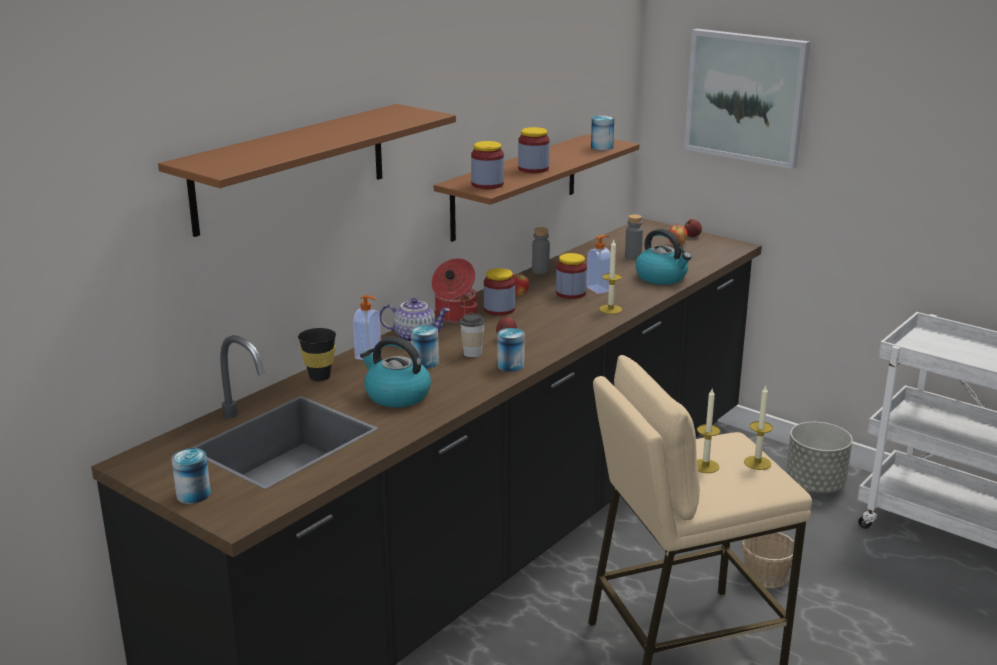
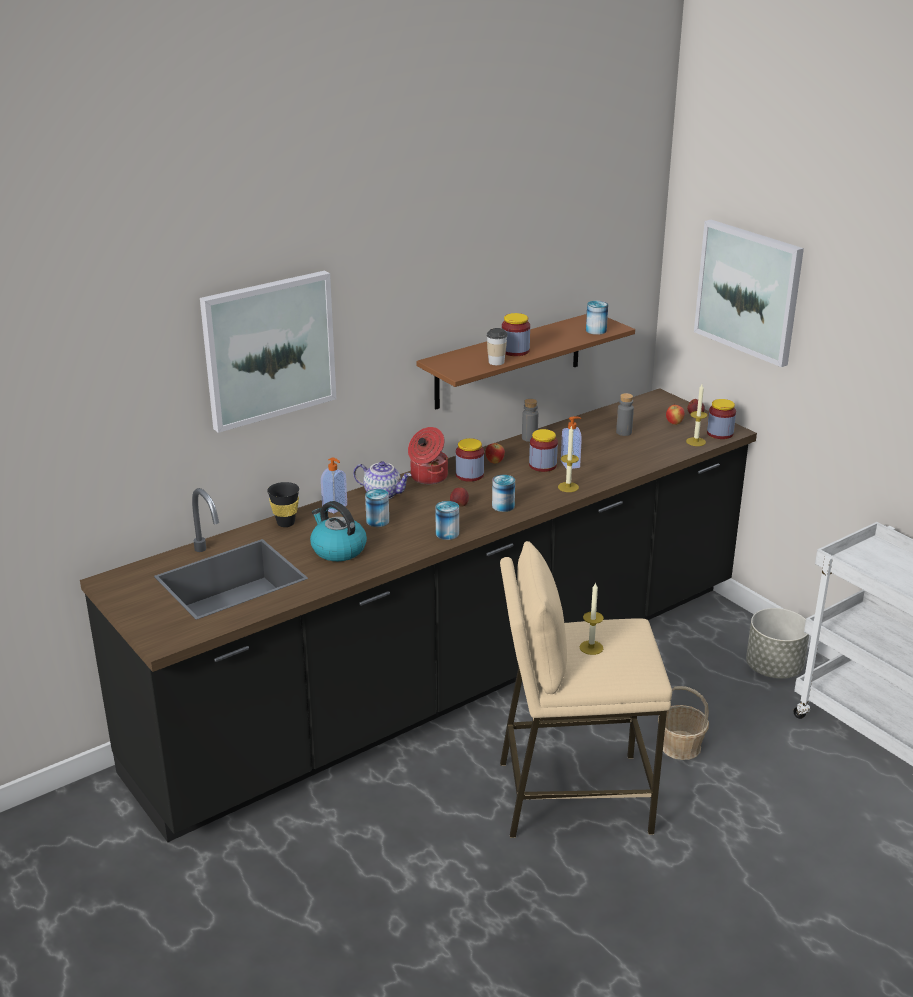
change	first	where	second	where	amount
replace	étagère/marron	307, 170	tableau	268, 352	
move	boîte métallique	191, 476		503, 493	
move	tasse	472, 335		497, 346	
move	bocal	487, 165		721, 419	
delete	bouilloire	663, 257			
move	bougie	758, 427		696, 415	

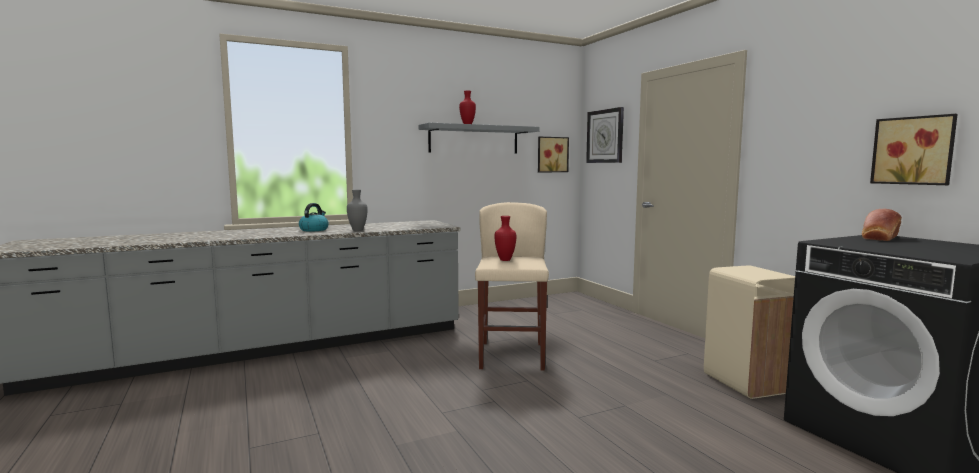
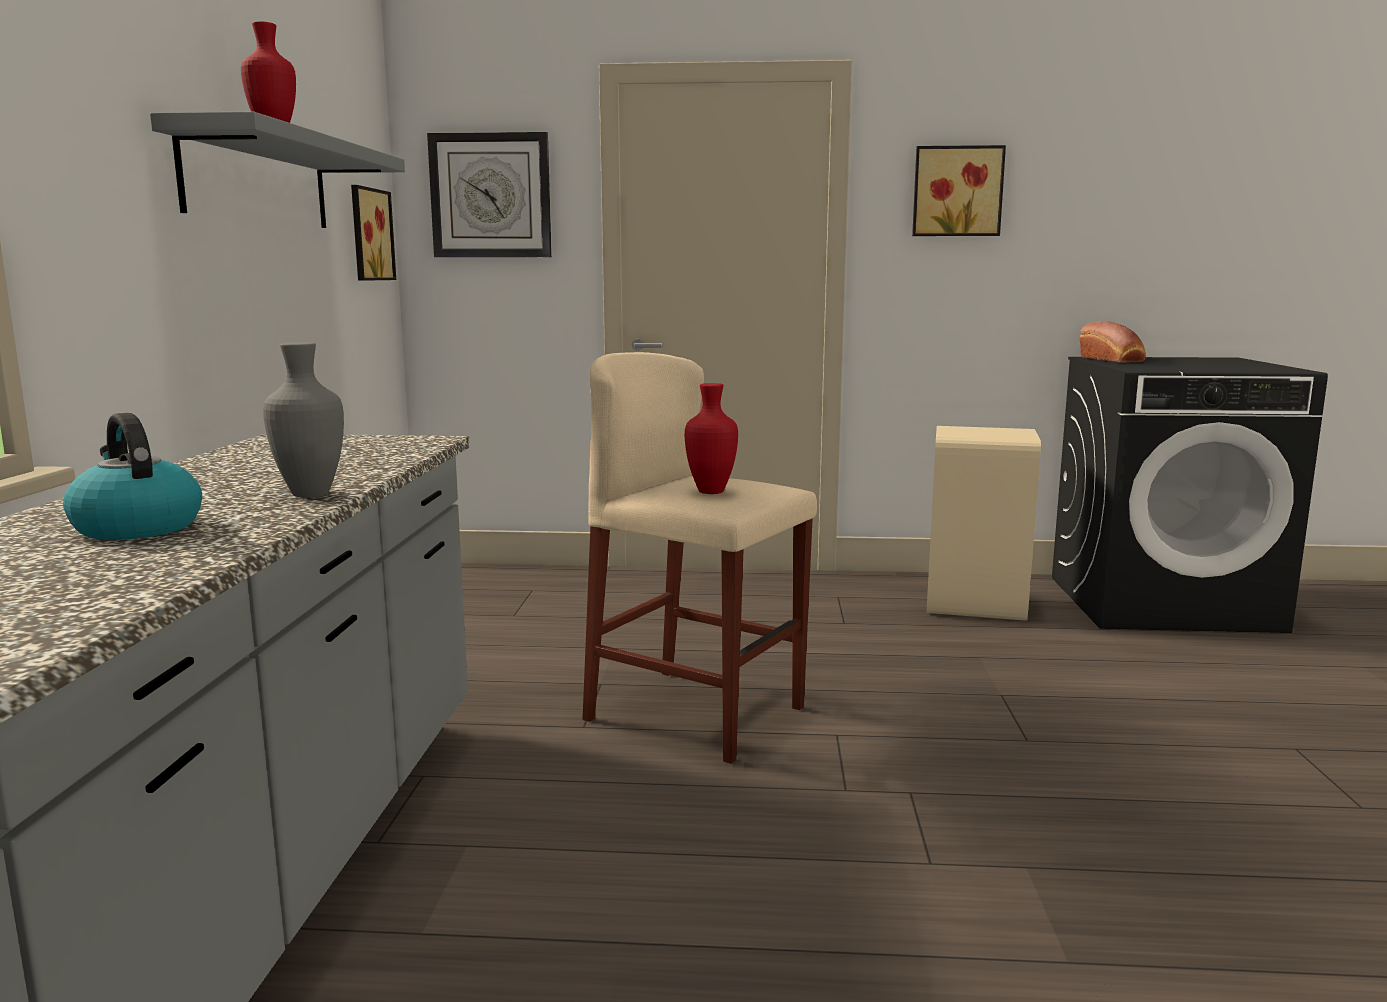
change	first	where	second	where	amount
move	tableau	914, 149		959, 190	

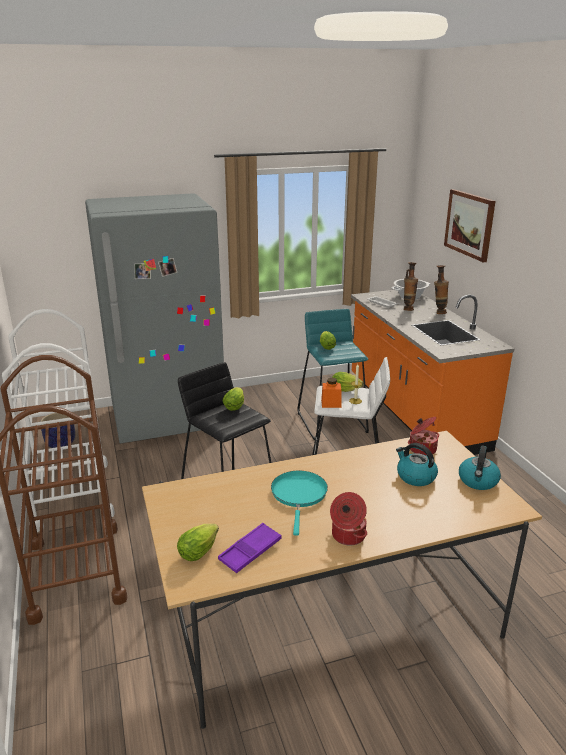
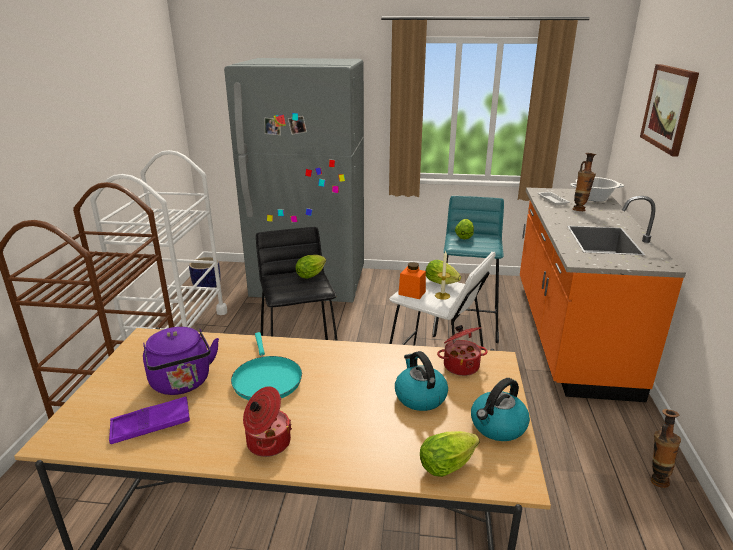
change	first	where	second	where	amount
move	laitue	198, 542		450, 454	
rotate	poêle/turquoise	299, 503		266, 366	135 degrees clockwise
move	vase	441, 289		666, 448	
insert			bouilloire/violet	181, 361	

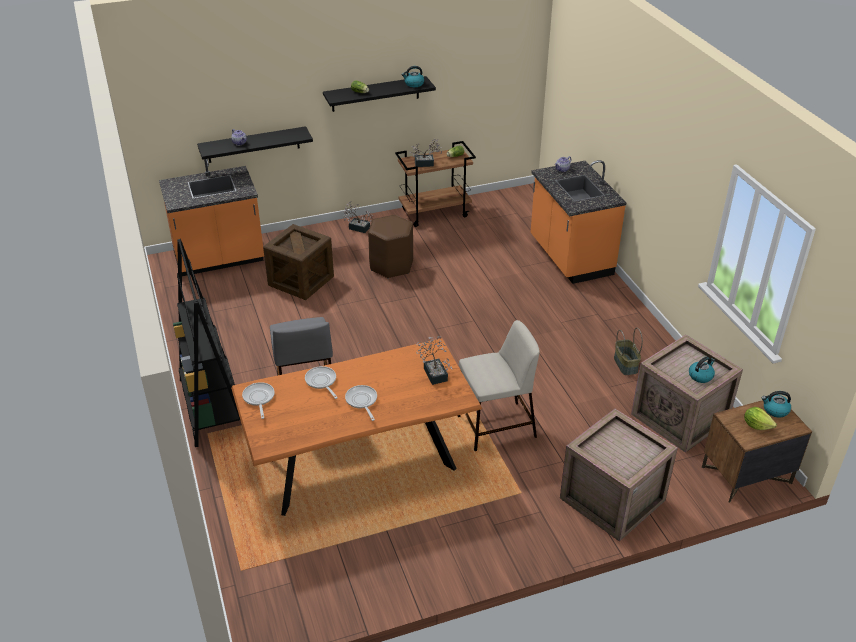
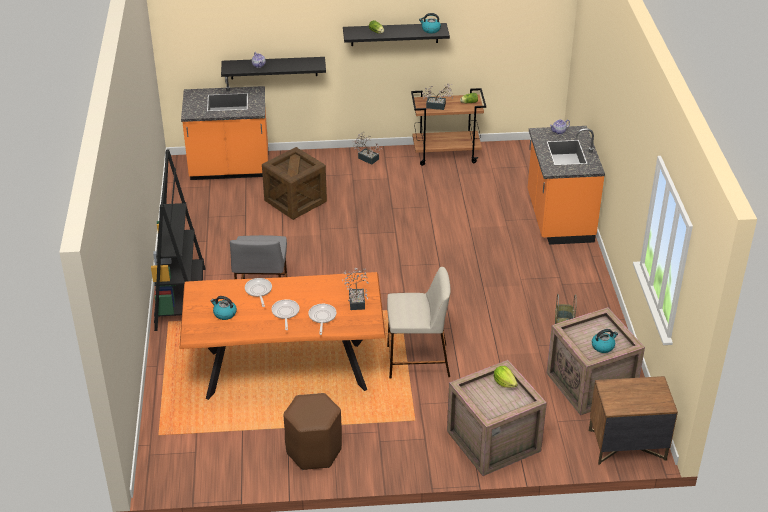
change	first	where	second	where	amount
move	poêle	258, 400		322, 319	
move	tabouret/marron	390, 247		312, 431	
move	laitue	760, 418		506, 377	
move	bouilloire	776, 404		224, 308	

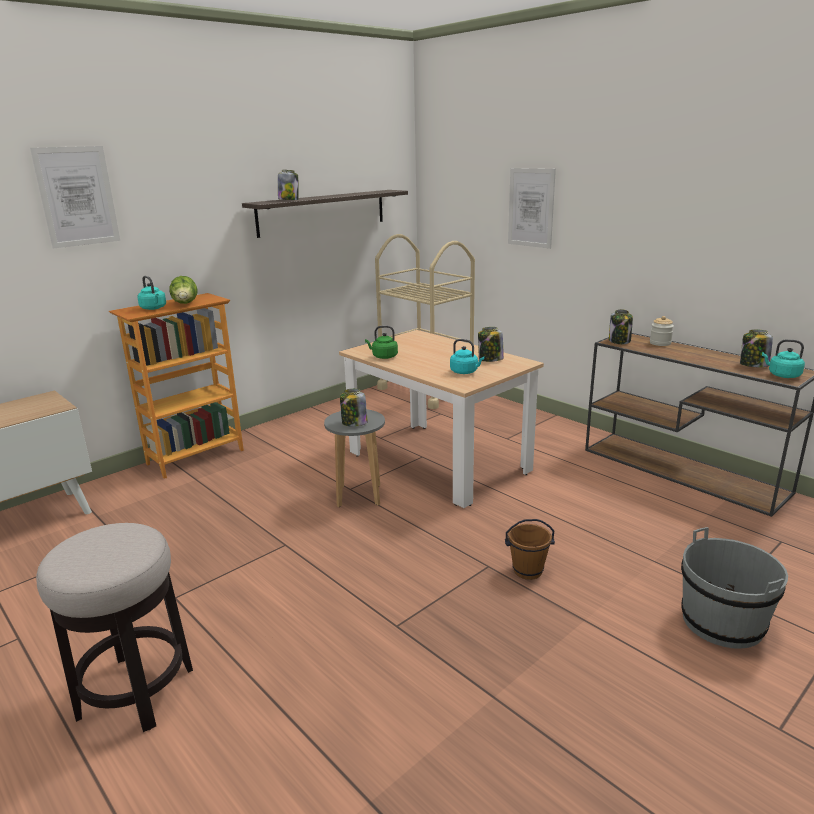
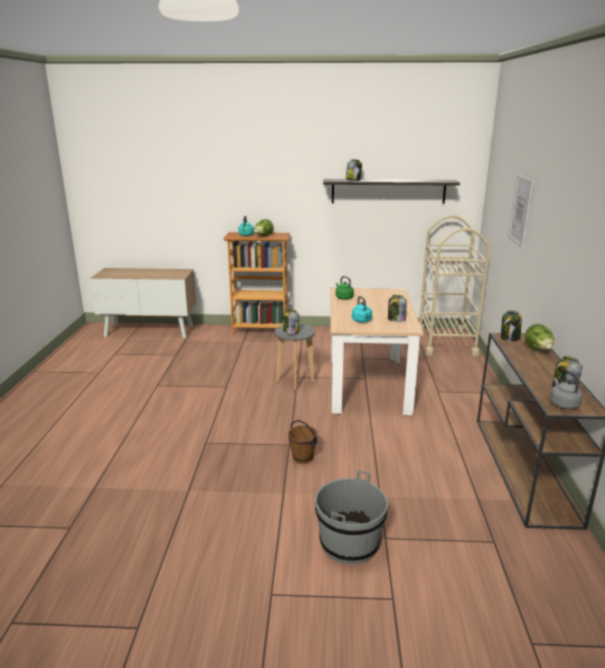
change	first	where	second	where	amount
delete	tableau	75, 197			
delete	tabouret	114, 627			
replace	bocal	662, 331	laitue	539, 337	
recolor	bouilloire/turquoise	783, 358	bouilloire/gris	566, 390	

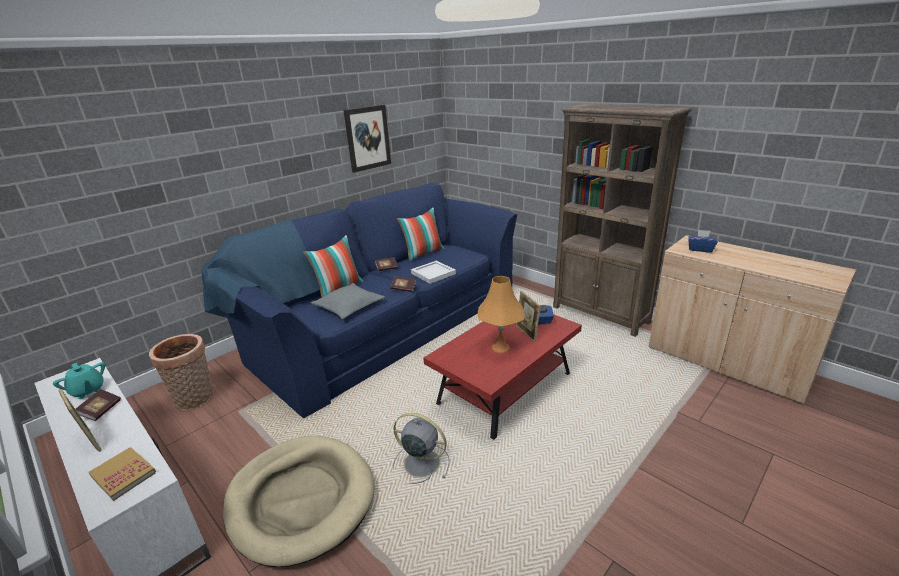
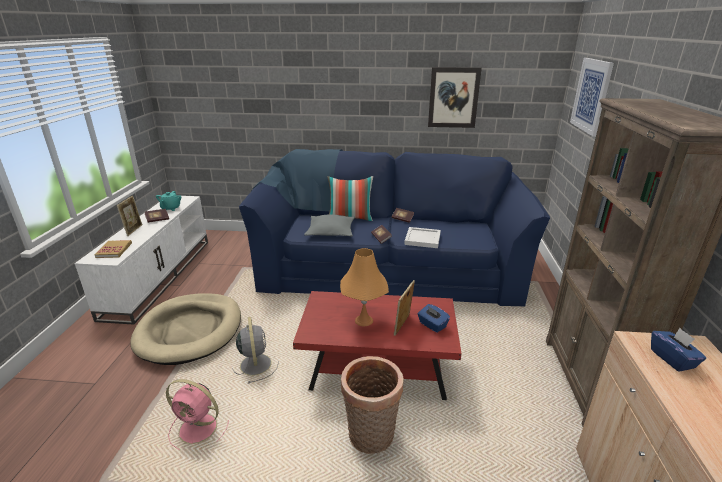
change	first	where	second	where	amount
move	panier	181, 372		372, 405	
delete	coussin	420, 234			
insert			ventilateur/rose	197, 414	
insert			tableau	592, 97	

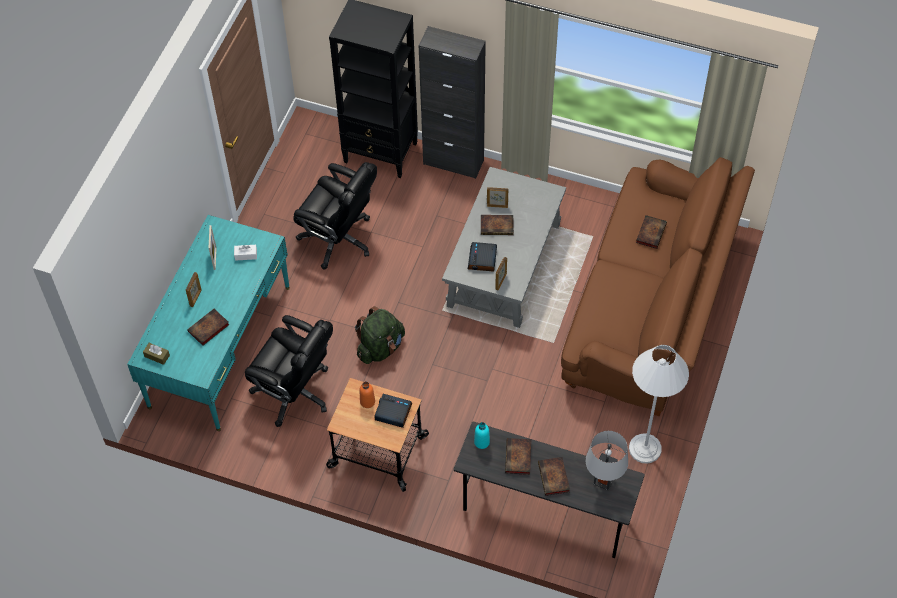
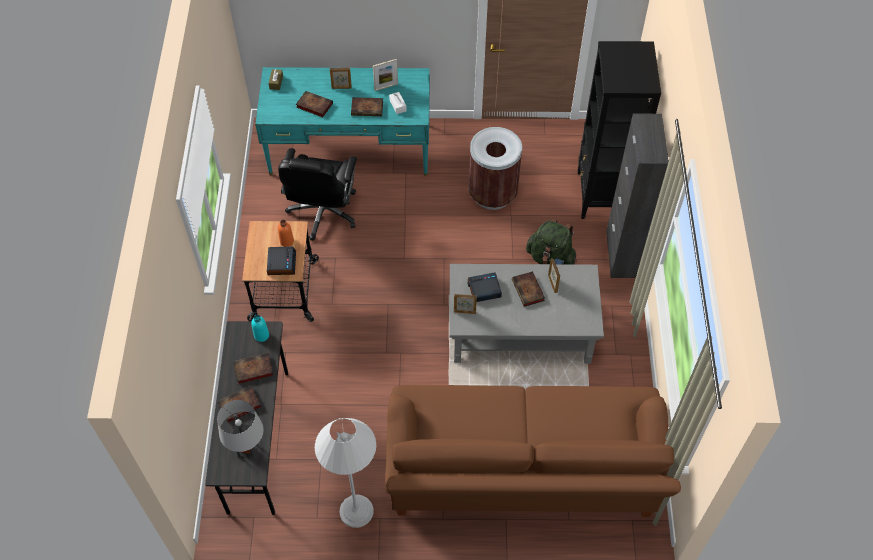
change	first	where	second	where	amount
replace	chaise de bureau/noir	335, 215	poubelle/marron	495, 168	
move	sac à dos/vert	380, 335		551, 242	
move	livre	651, 232		367, 106	

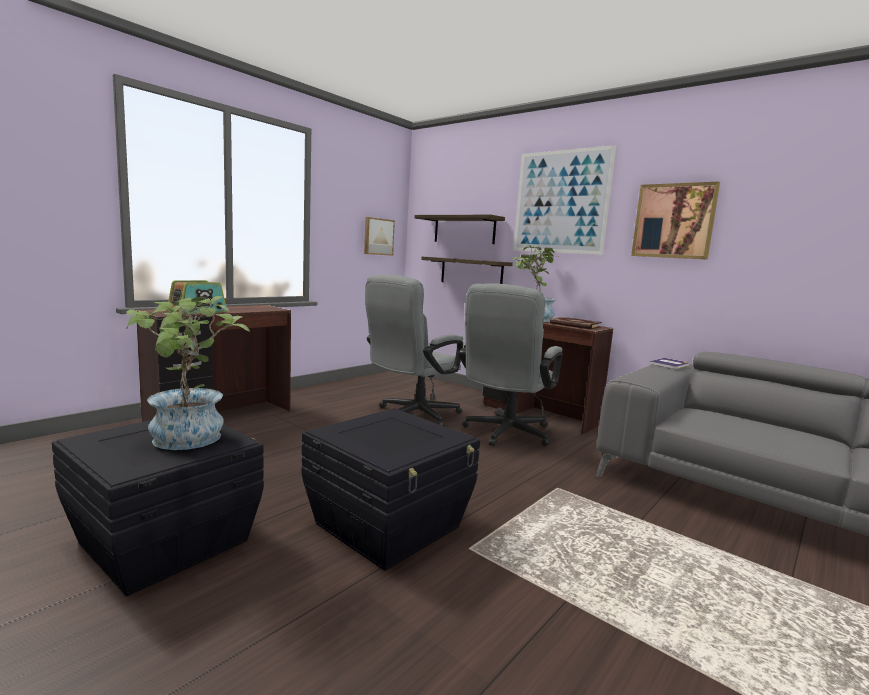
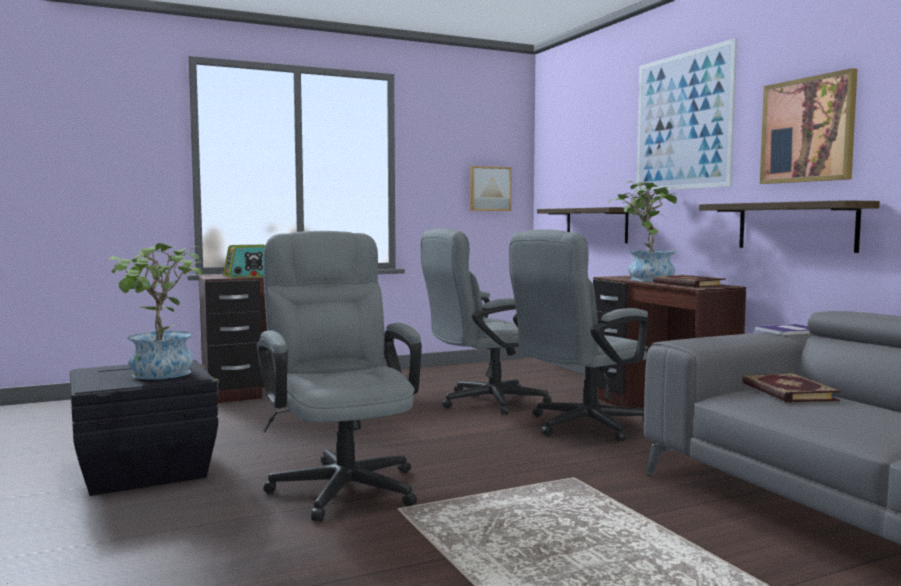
change	first	where	second	where	amount
replace	boîte de rangement/noir	390, 489	chaise de bureau/gris	339, 376	
move	étagère	460, 229		789, 226	
insert			livre	791, 388	

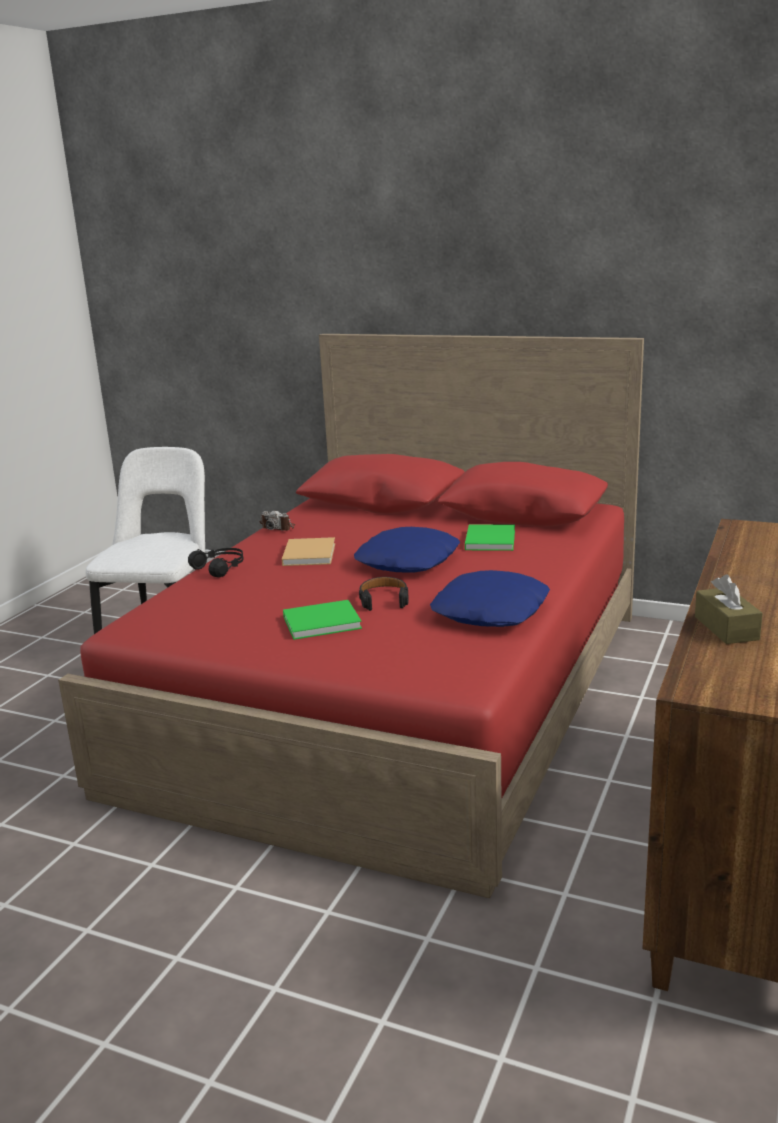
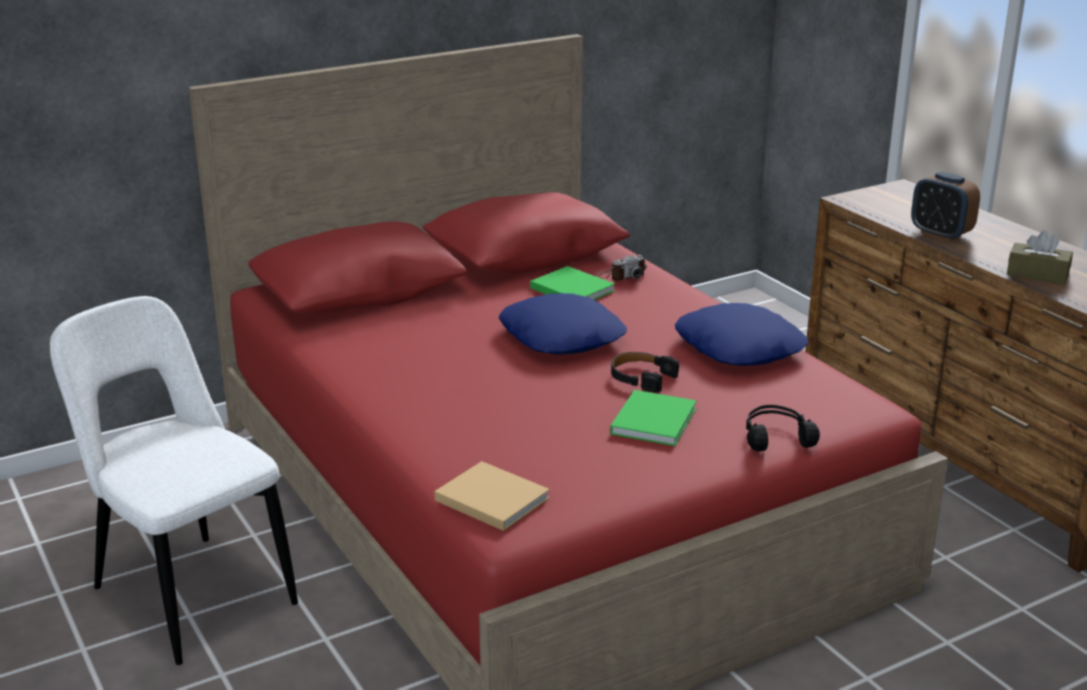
change	first	where	second	where	amount
move	casque audio/noir	216, 563		783, 428	
move	appareil photo	277, 521		622, 268	
move	livre/beige	308, 551		492, 496	
insert			réveil	945, 206	

